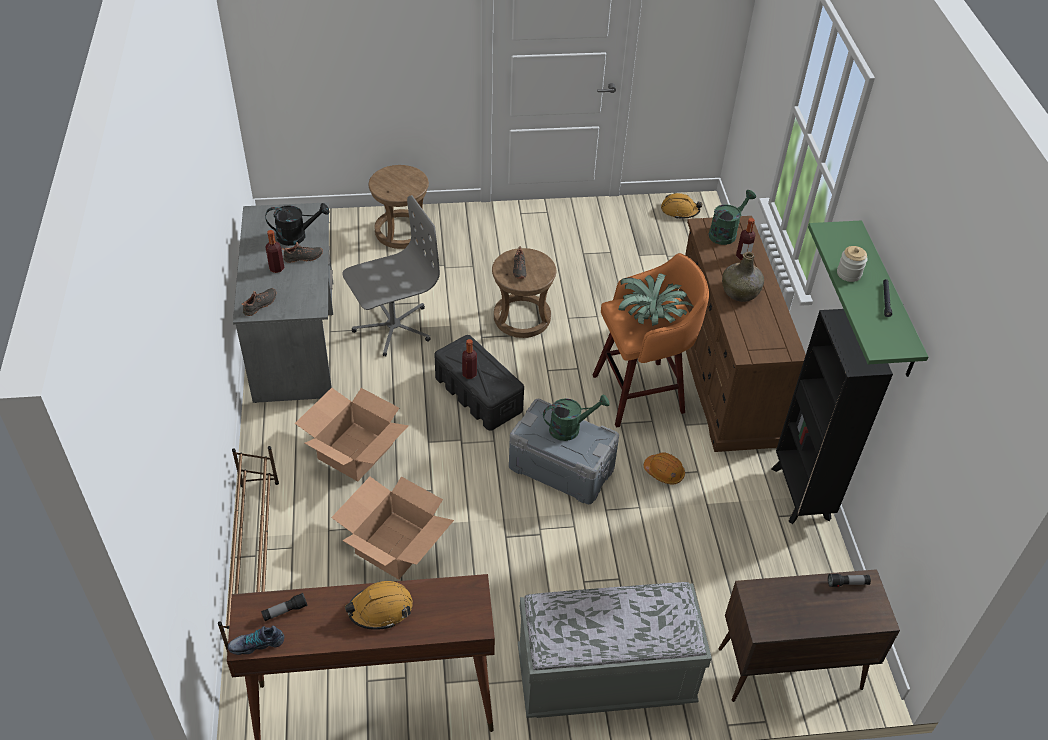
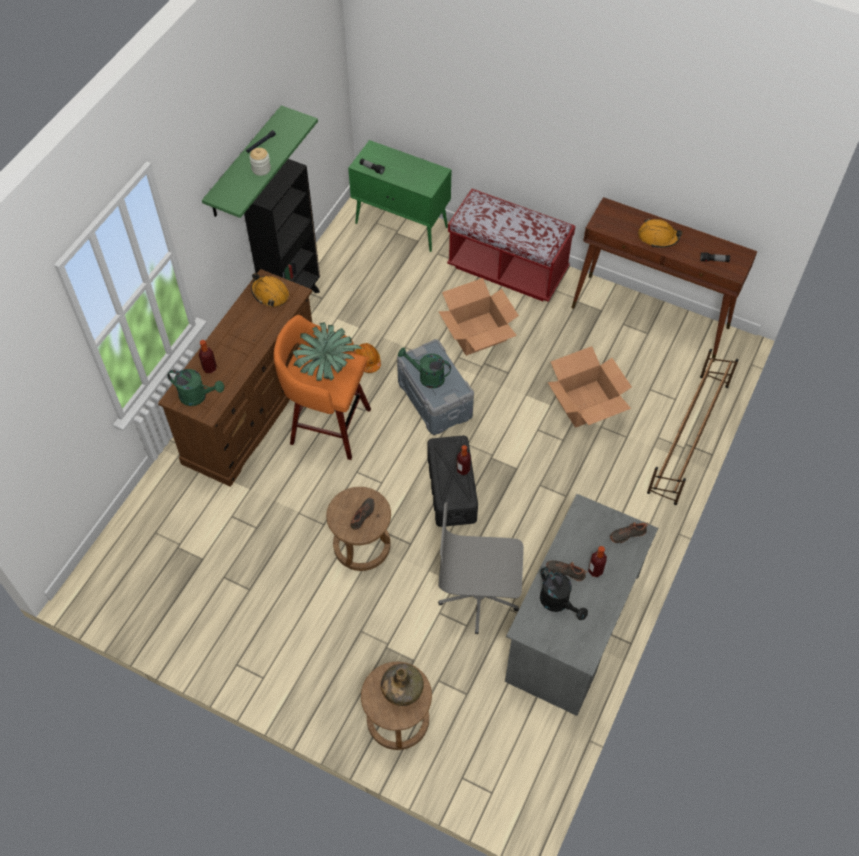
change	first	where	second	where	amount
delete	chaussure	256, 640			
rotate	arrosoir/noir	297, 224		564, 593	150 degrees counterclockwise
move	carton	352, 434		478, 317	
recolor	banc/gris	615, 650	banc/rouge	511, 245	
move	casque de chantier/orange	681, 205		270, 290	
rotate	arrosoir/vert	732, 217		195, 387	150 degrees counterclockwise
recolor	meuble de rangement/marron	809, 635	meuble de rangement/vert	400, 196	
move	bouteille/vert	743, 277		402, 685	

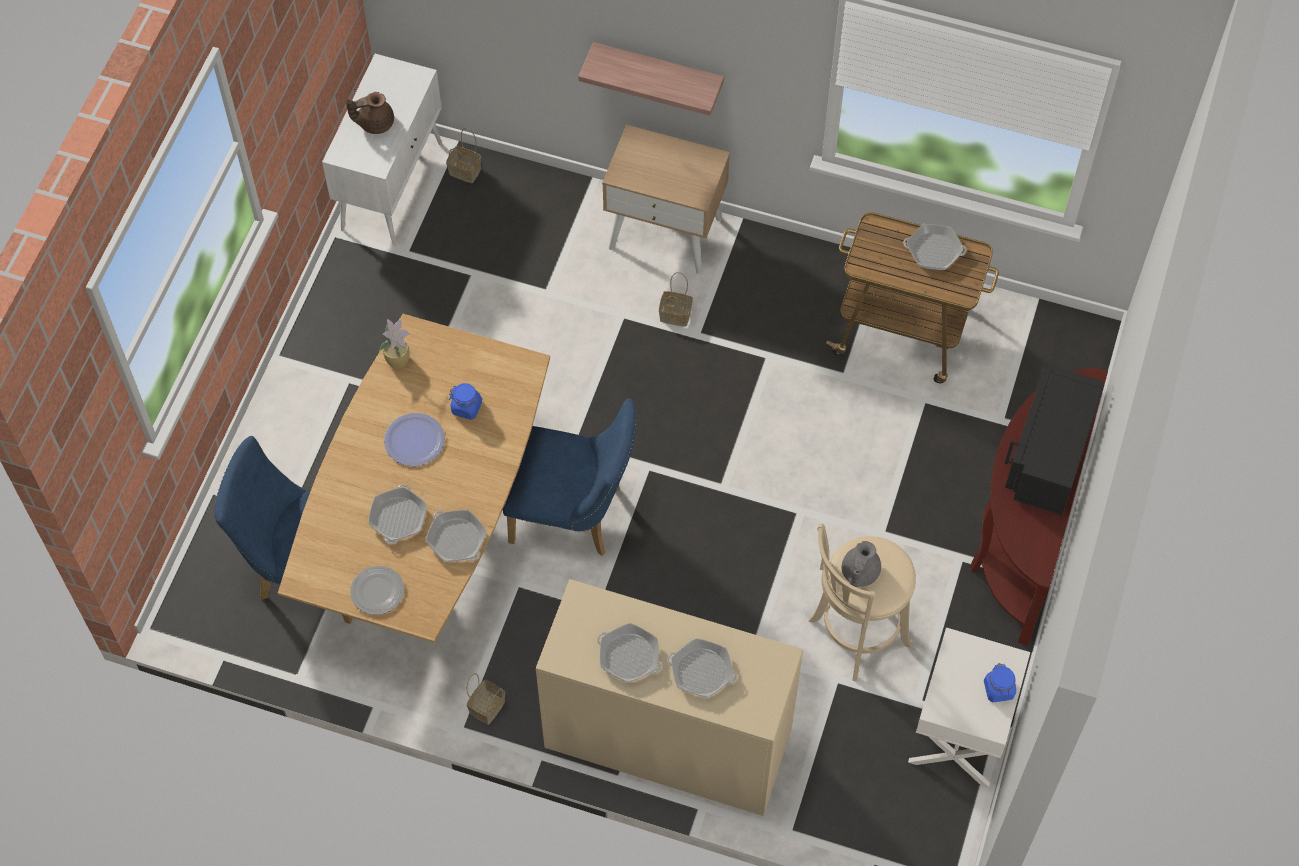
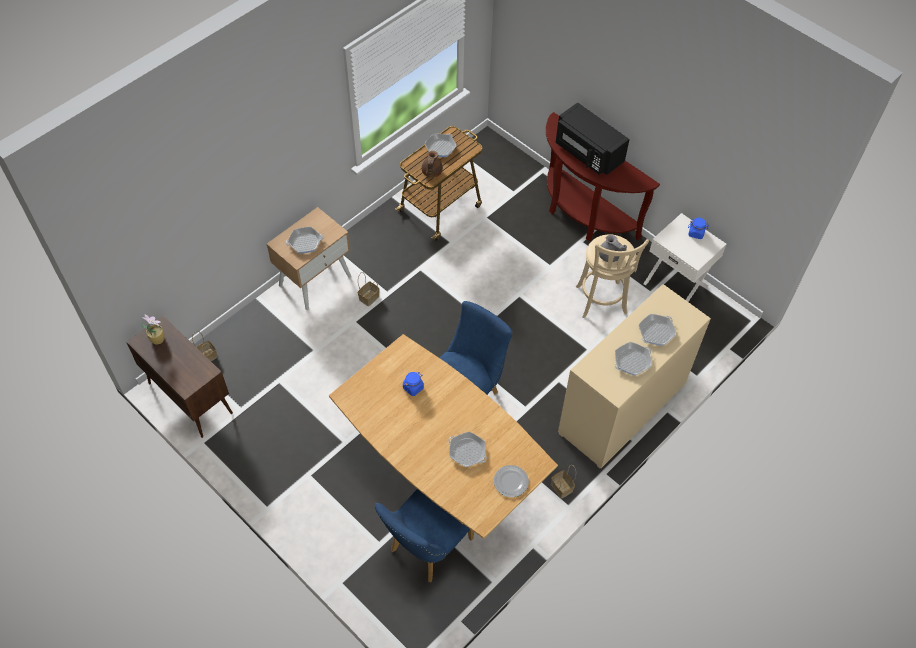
change	first	where	second	where	amount
recolor	meuble de rangement/blanc	382, 150	meuble de rangement/marron	179, 377	
move	théière/marron	370, 113		432, 164	
move	plante en pot	394, 344		152, 329	
delete	assiette	414, 439			
move	poêle	456, 536		305, 240	
delete	étagère	651, 79			

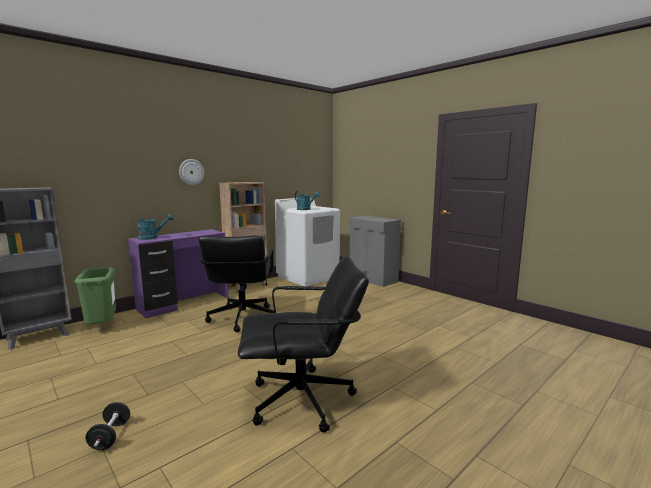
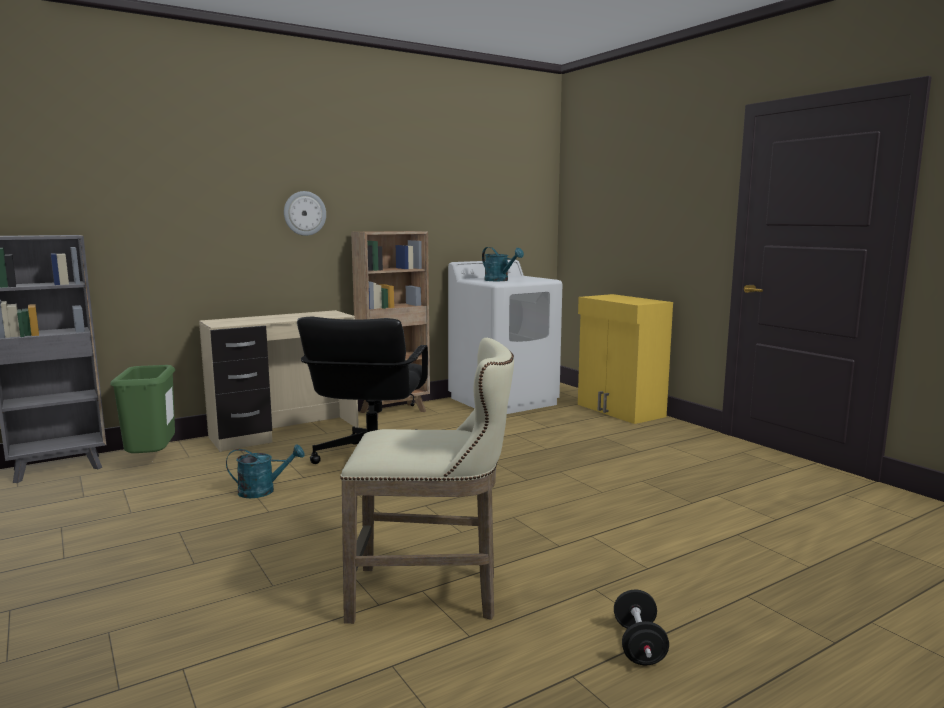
change	first	where	second	where	amount
move	haltère/noir	108, 426		641, 627	
recolor	bureau/violet	178, 274	bureau/beige	279, 381	
move	arrosoir/turquoise	152, 227		265, 471	
replace	chaise de bureau/noir	303, 344	tabouret/beige	427, 481	
recolor	meuble de rangement/gris	375, 251	meuble de rangement/jaune	625, 359	

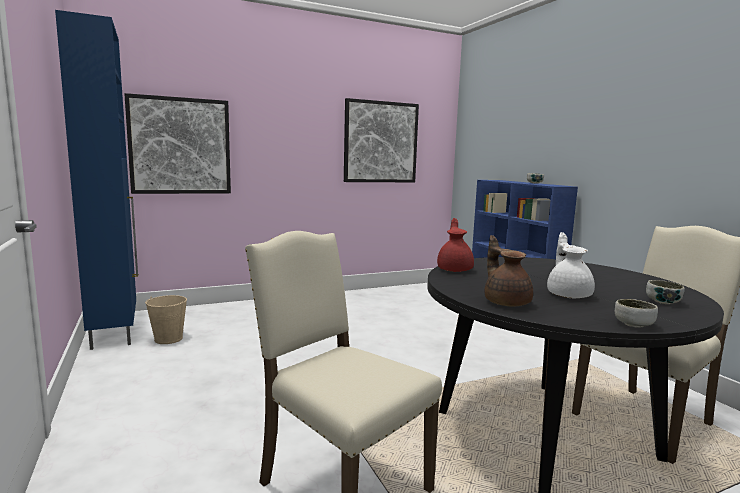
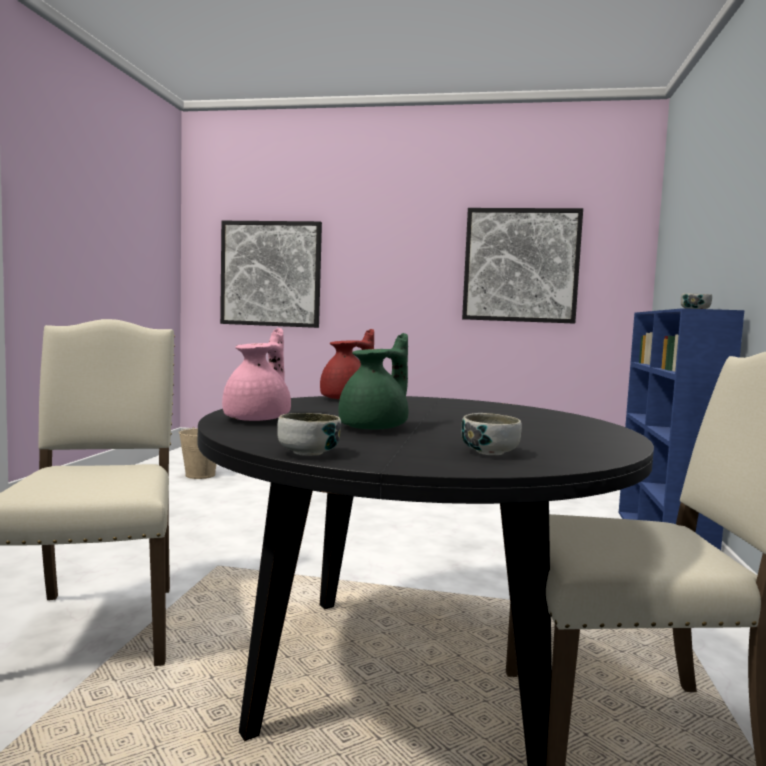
change	first	where	second	where	amount
delete	meuble de rangement/bleu	96, 180			
recolor	théière/marron	509, 271	théière/rose	256, 374	
recolor	théière/blanc	571, 265	théière/vert	373, 381	

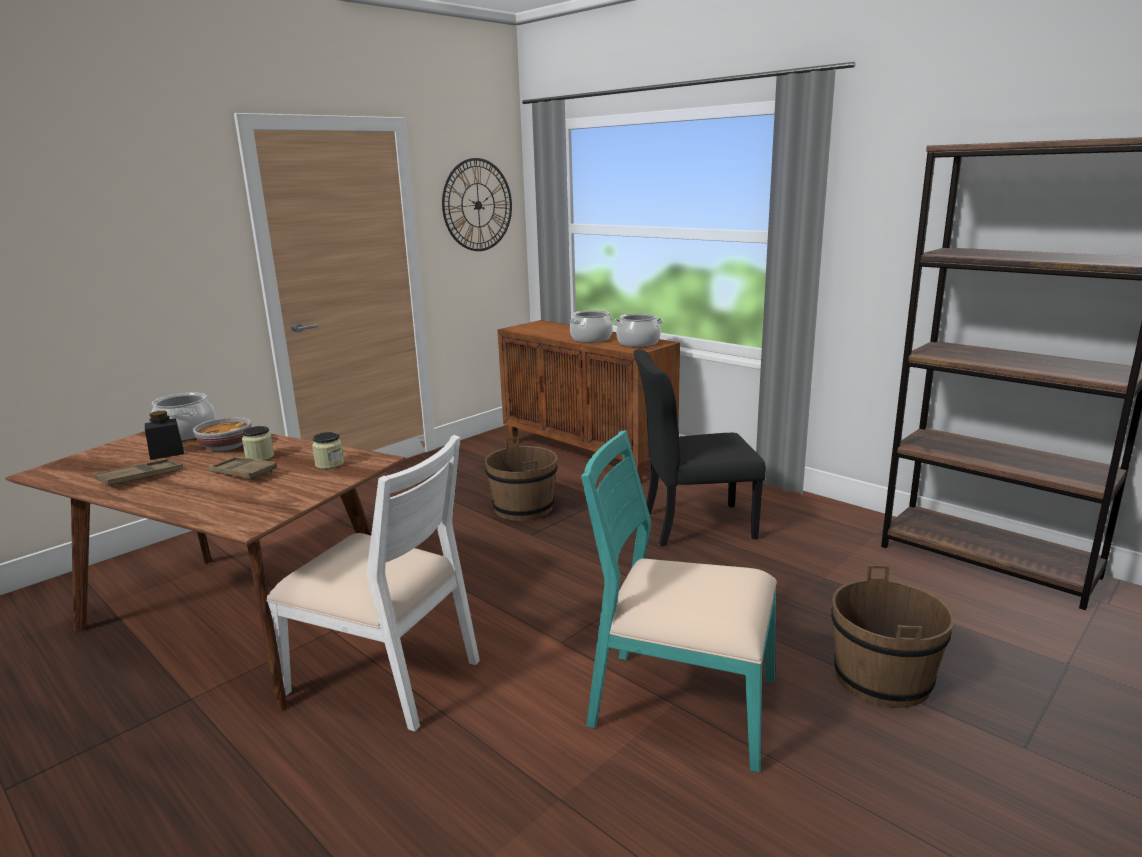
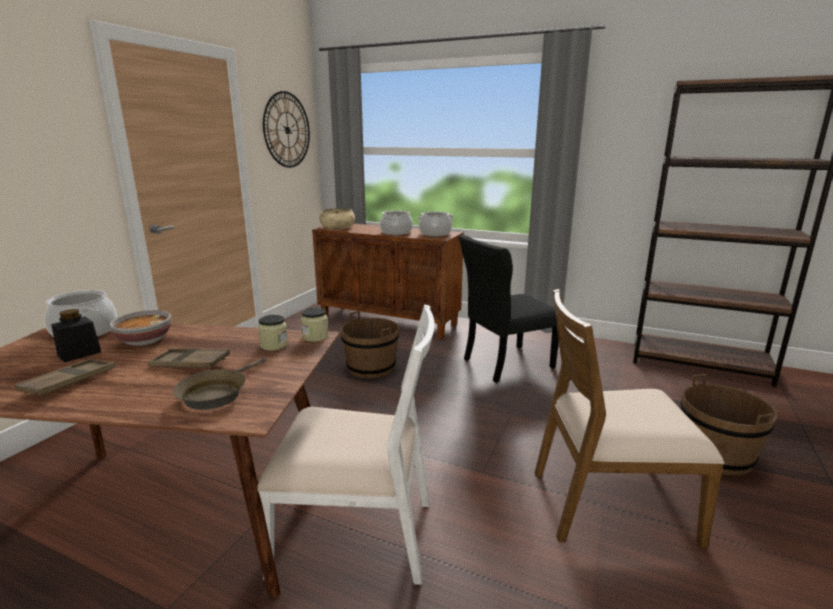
change	first	where	second	where	amount
move	bocal	258, 443		315, 324	
recolor	chaise/turquoise	679, 601	chaise/marron	630, 418	
insert			poêle/marron	220, 383	
insert			bol/beige	337, 218	

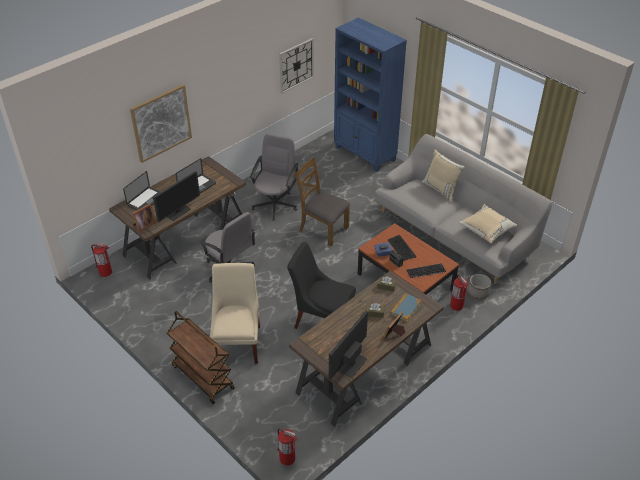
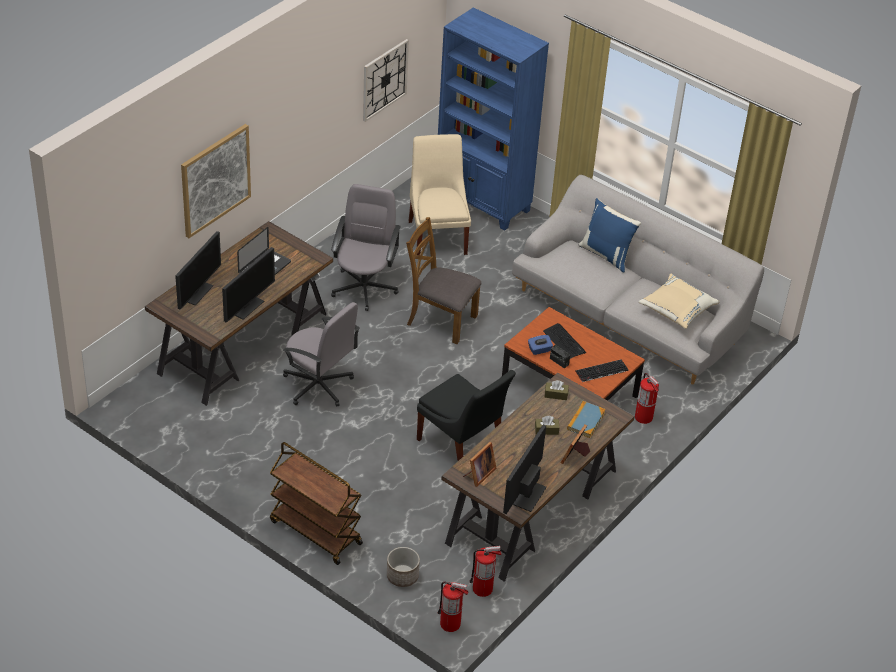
change	first	where	second	where	amount
move	extincteur	101, 260		485, 571	
replace	ordinateur portable	142, 190	écran d'ordinateur	198, 270	
move	cadre photo	144, 218		479, 464	
move	chaise/beige	235, 313		440, 194	
rotate	chaise/noir	321, 285		466, 415	150 degrees counterclockwise
recolor	coussin/beige	443, 175	coussin/bleu	609, 235	
move	cache-pot	479, 286		403, 567	

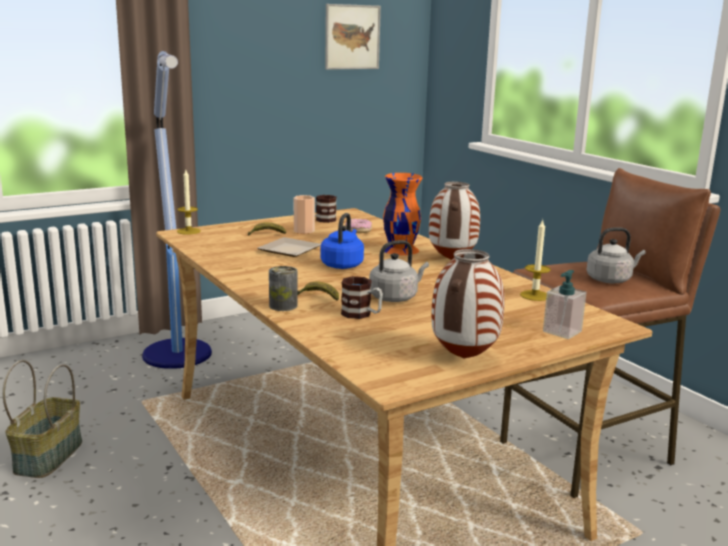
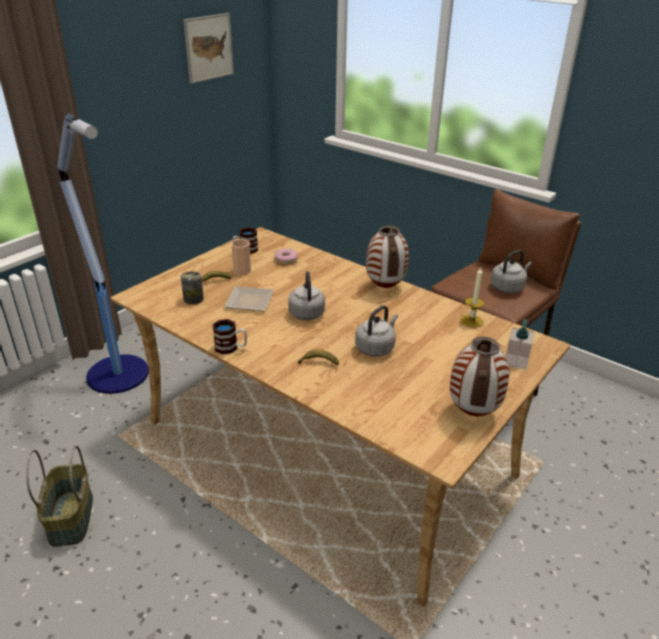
change	first	where	second	where	amount
delete	bougie	189, 202			
move	boîte métallique	283, 288		192, 288	
recolor	bouilloire/bleu	342, 241	bouilloire/gris	306, 295	
move	mug	362, 297		229, 336	
delete	vase/orange	402, 214			

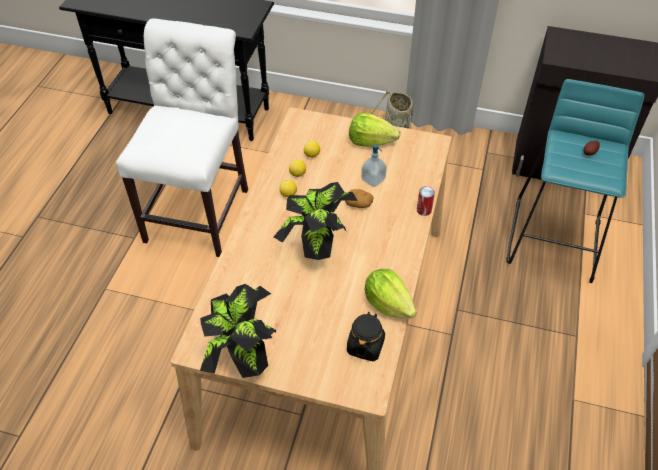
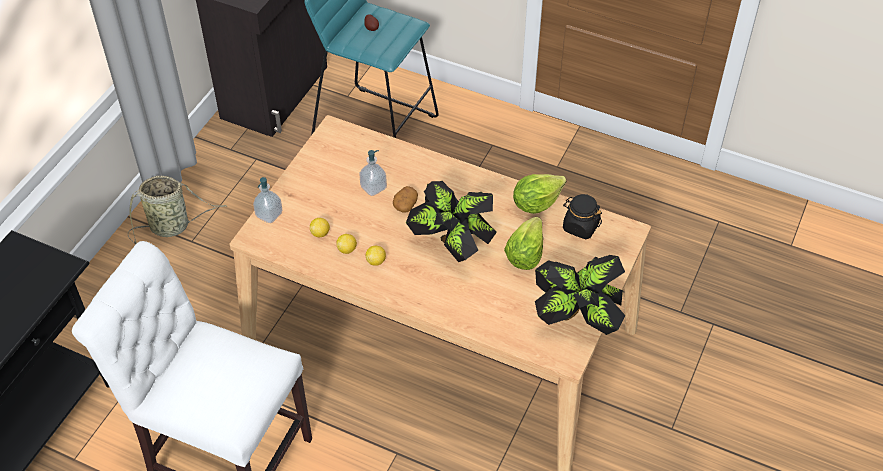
change	first	where	second	where	amount
move	laitue	374, 130		523, 243	
delete	boîte métallique	426, 201			
insert			distributeur de savon	267, 200	

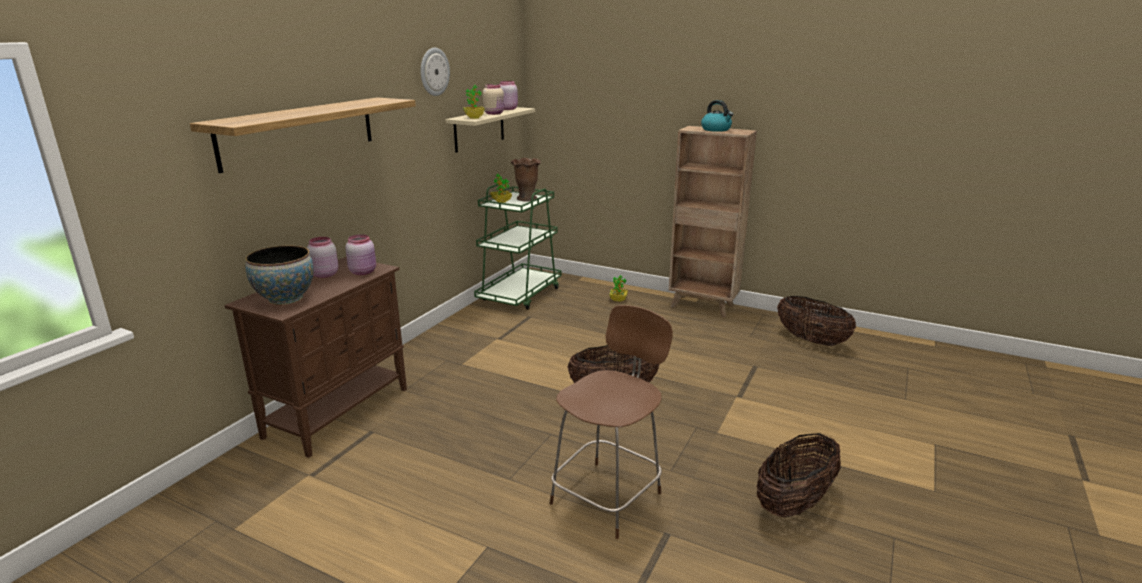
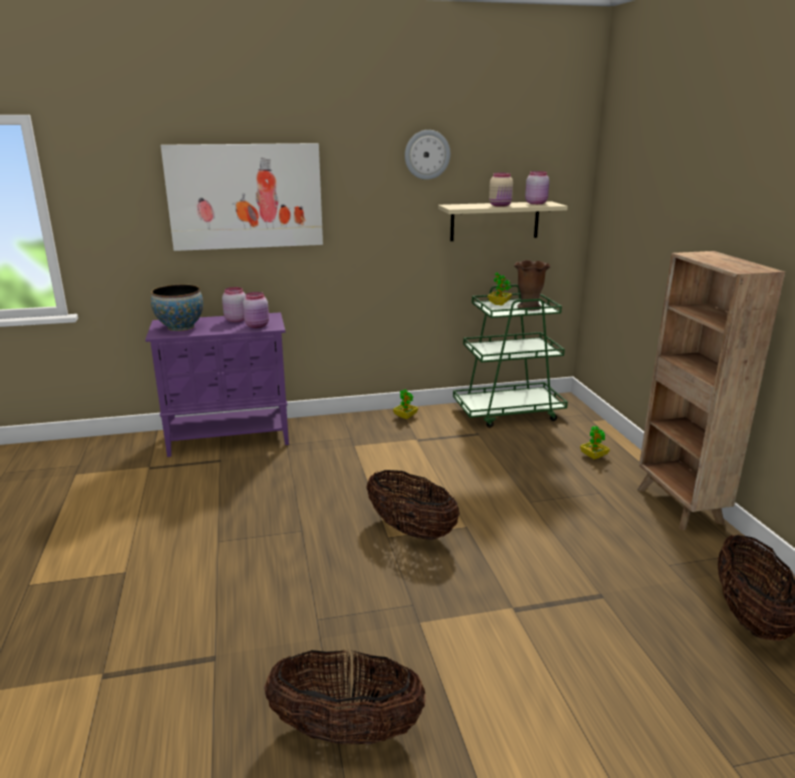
change	first	where	second	where	amount
replace	étagère	303, 135	tableau	242, 197	
recolor	meuble de rangement/marron	315, 357	meuble de rangement/violet	217, 384	
move	plante en pot	474, 102		405, 404	
delete	chaise/marron	611, 422			
delete	bouilloire	717, 116			

